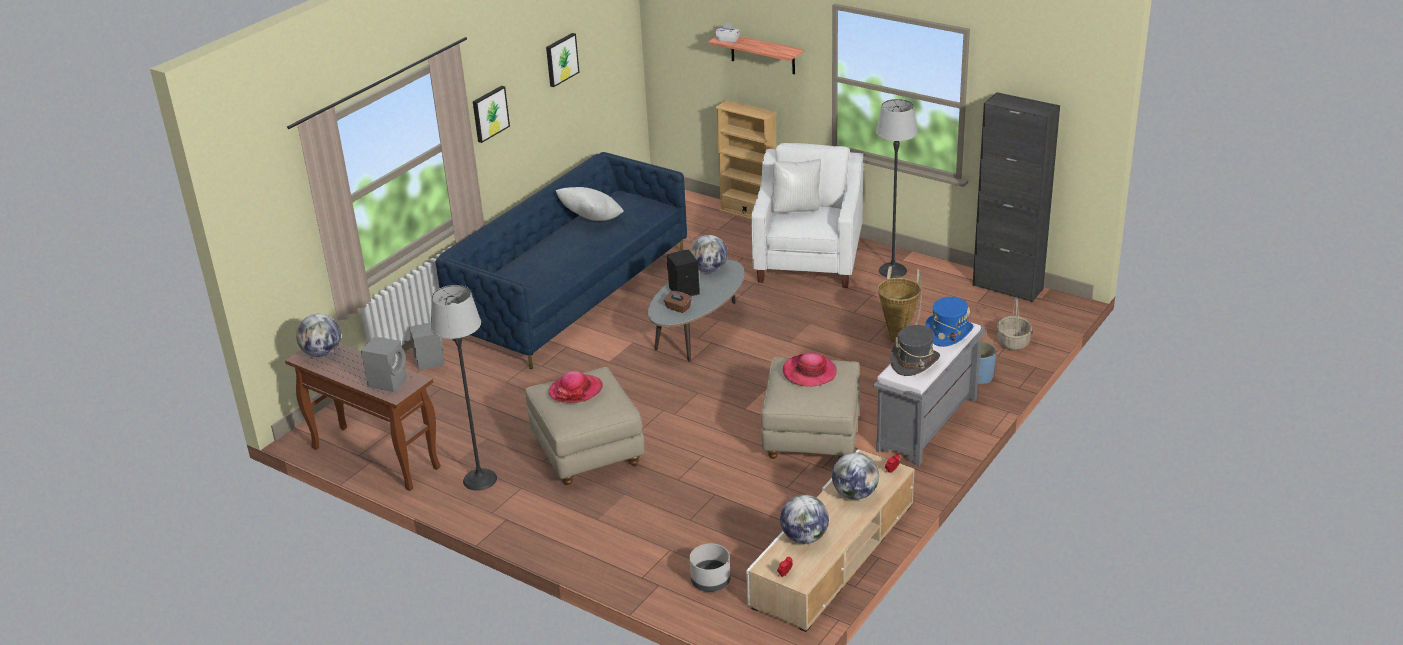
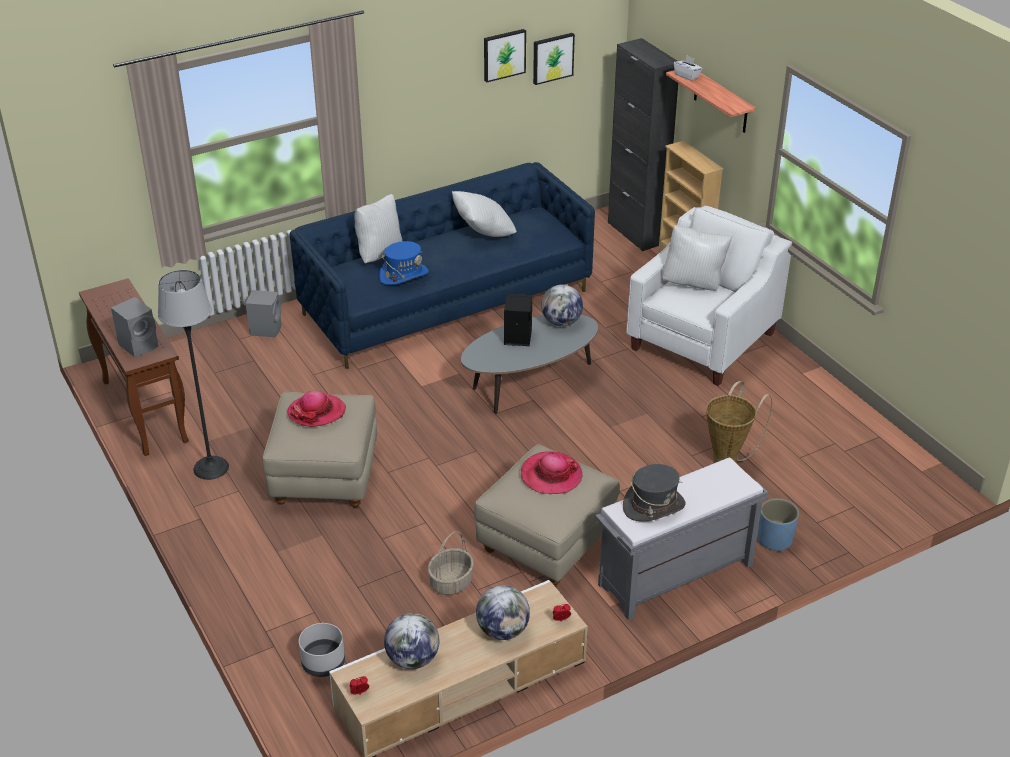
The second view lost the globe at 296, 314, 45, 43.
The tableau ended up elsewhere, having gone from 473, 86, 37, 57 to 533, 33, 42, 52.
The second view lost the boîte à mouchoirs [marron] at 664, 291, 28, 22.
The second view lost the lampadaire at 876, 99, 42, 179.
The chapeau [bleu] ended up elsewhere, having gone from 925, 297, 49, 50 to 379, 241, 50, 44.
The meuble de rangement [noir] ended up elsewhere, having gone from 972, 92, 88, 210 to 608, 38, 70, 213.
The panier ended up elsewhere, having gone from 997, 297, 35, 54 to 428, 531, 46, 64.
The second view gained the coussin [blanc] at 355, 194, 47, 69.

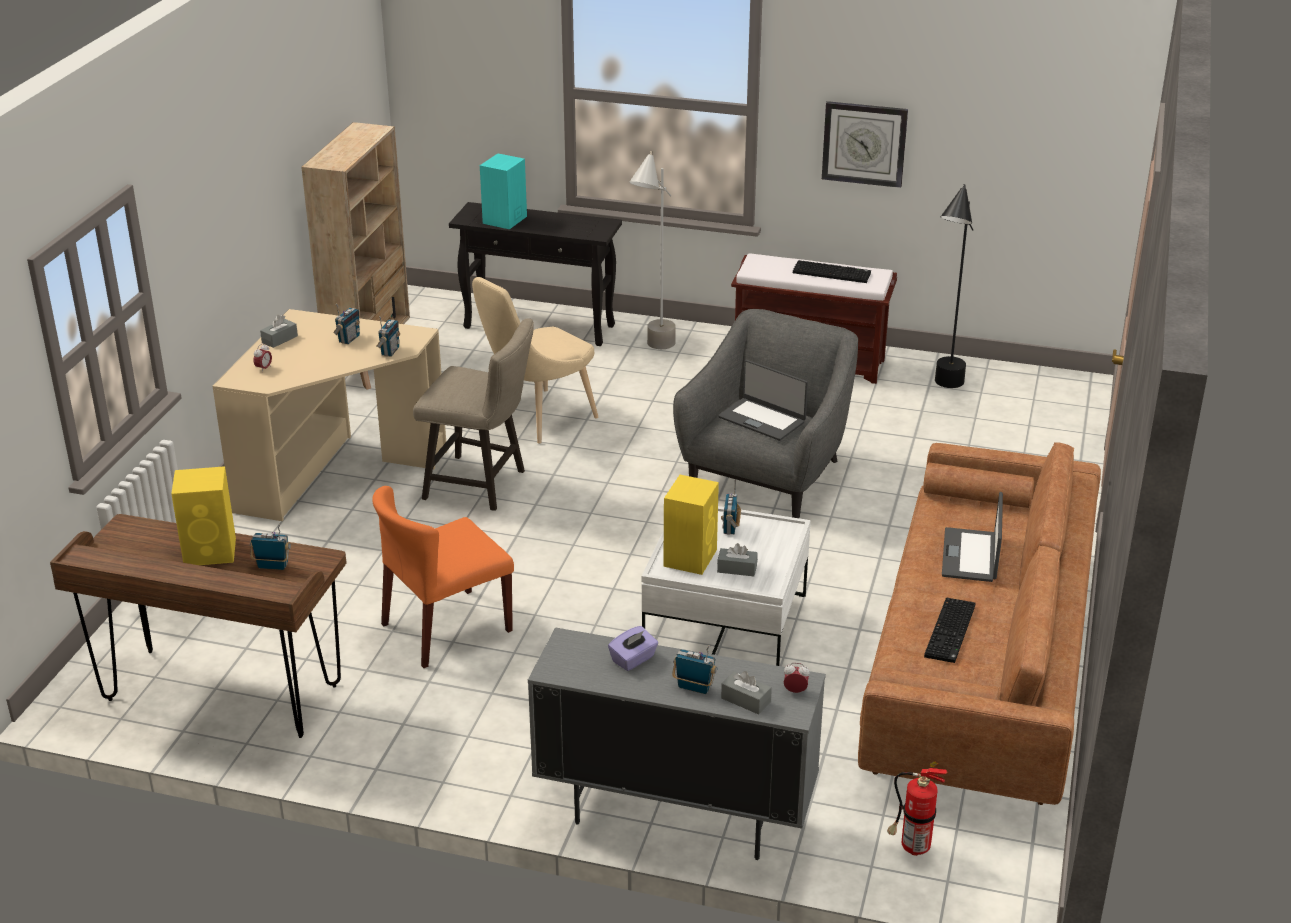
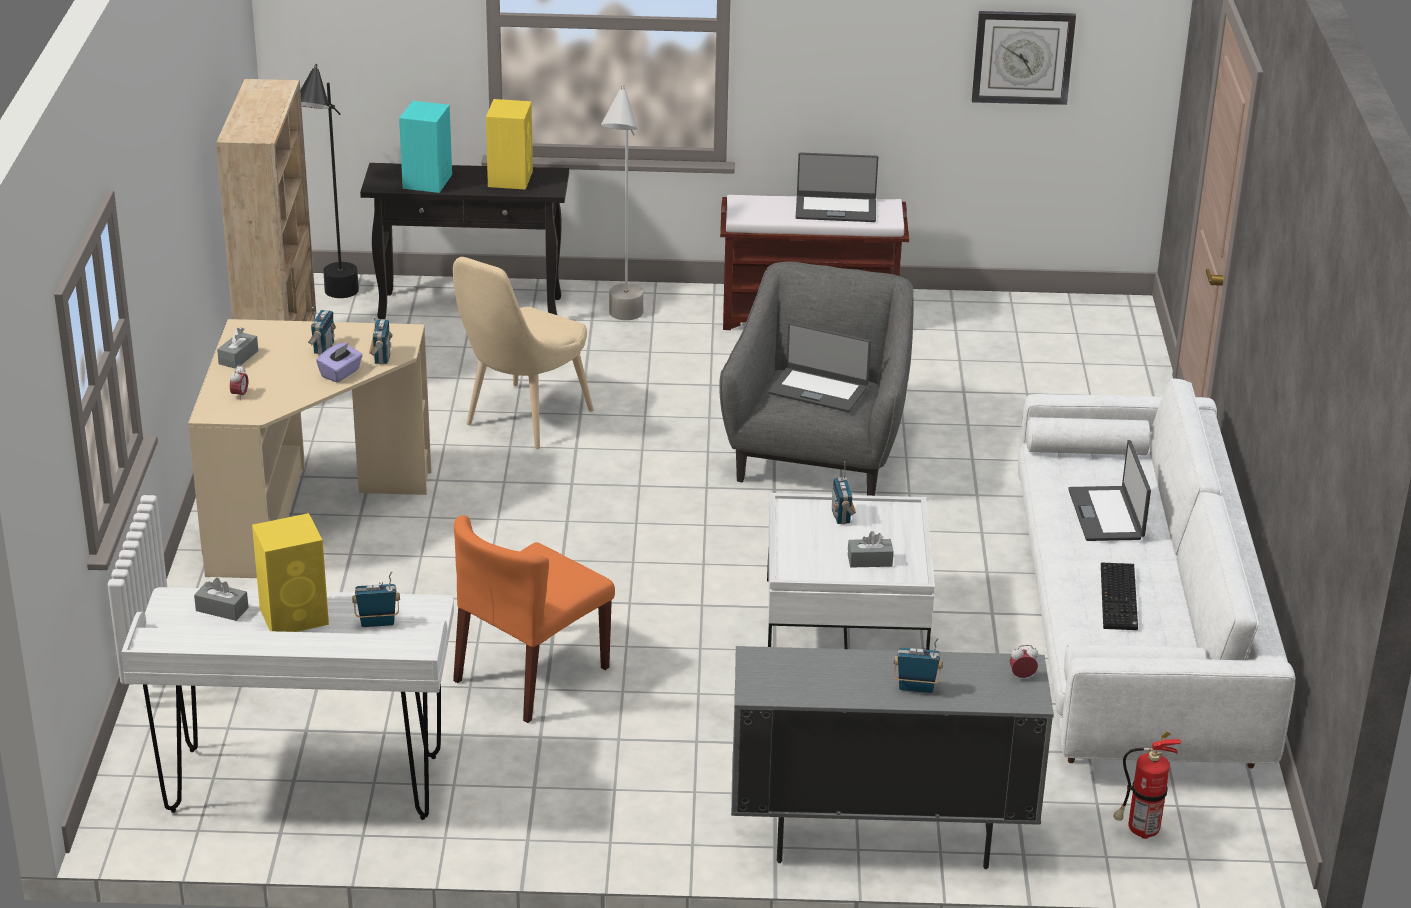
What was the bureau [marron] at 50, 514, 297, 224 turned into the bureau [blanc] at 122, 587, 332, 233.
The second view lost the tabouret [beige] at 413, 319, 121, 192.
The boîte à mouchoirs [violet] ended up elsewhere, having gone from 608, 626, 50, 45 to 316, 342, 47, 40.
The enceinte [jaune] ended up elsewhere, having gone from 663, 475, 56, 100 to 486, 99, 47, 91.
The boîte à mouchoirs [gris] ended up elsewhere, having gone from 721, 671, 51, 44 to 194, 578, 55, 43.
Where the clavier stood at 793, 260, 78, 23, the ordinateur portable came to stand at 796, 152, 82, 70.
The horloge murale ended up elsewhere, having gone from 822, 101, 86, 87 to 972, 11, 104, 94.
What was the canapé [marron] at 858, 442, 243, 363 turned into the canapé [blanc] at 1018, 378, 277, 390.
The lampadaire [noir] ended up elsewhere, having gone from 935, 184, 38, 204 to 300, 64, 59, 234.

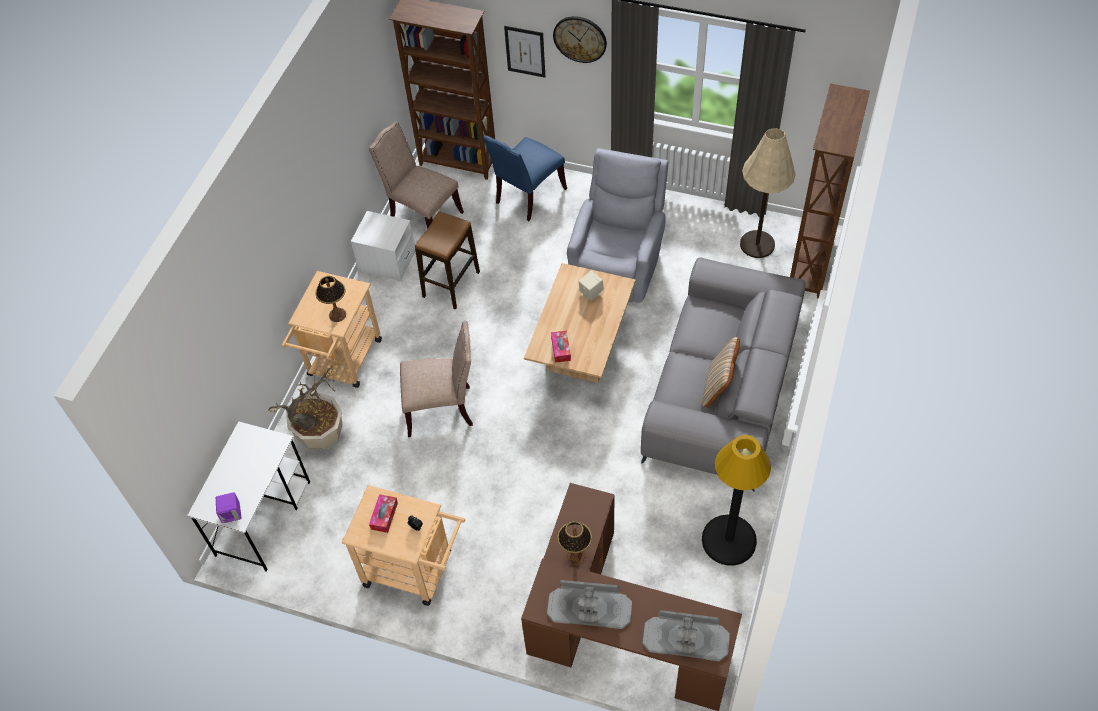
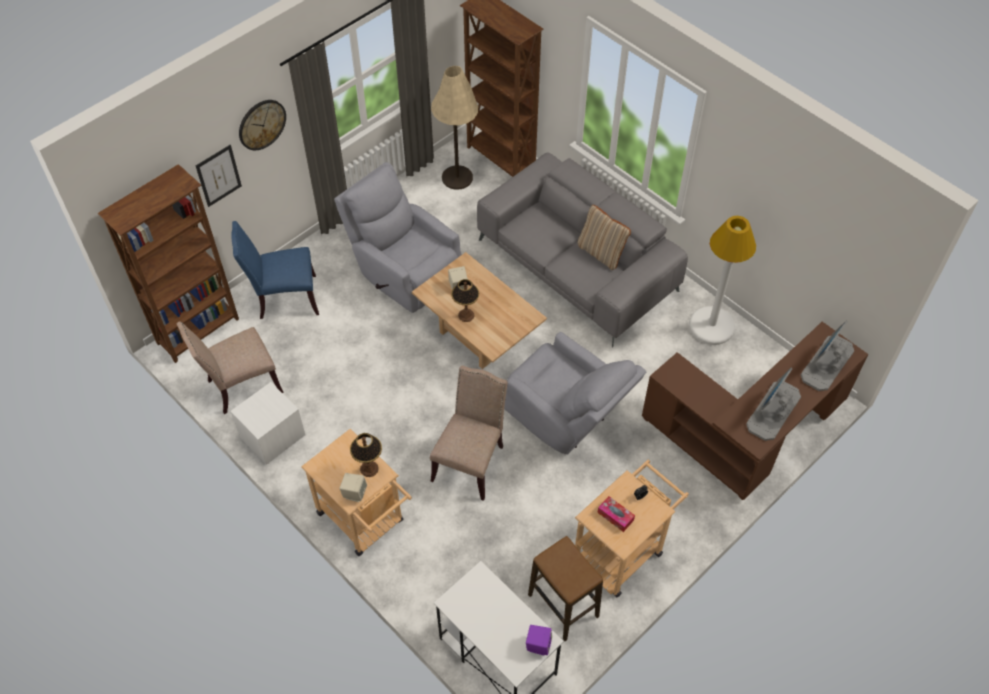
The second view lost the plante en pot at 268, 366, 74, 83.
The tabouret ended up elsewhere, having gone from 415, 211, 65, 99 to 528, 536, 75, 105.
The chaise [bleu] at 483, 135, 84, 86 ended up facing another way, 105 degrees clockwise from before.
The second view lost the boîte à mouchoirs at 551, 331, 20, 32.
The lampe de table ended up elsewhere, having gone from 557, 521, 35, 45 to 451, 279, 28, 43.
What was the lampadaire [noir] at 702, 435, 69, 131 turned into the lampadaire [blanc] at 689, 216, 67, 129.
The second view gained the enceinte [beige] at 339, 473, 28, 29.
The second view gained the fauteuil [gris] at 504, 332, 142, 123.

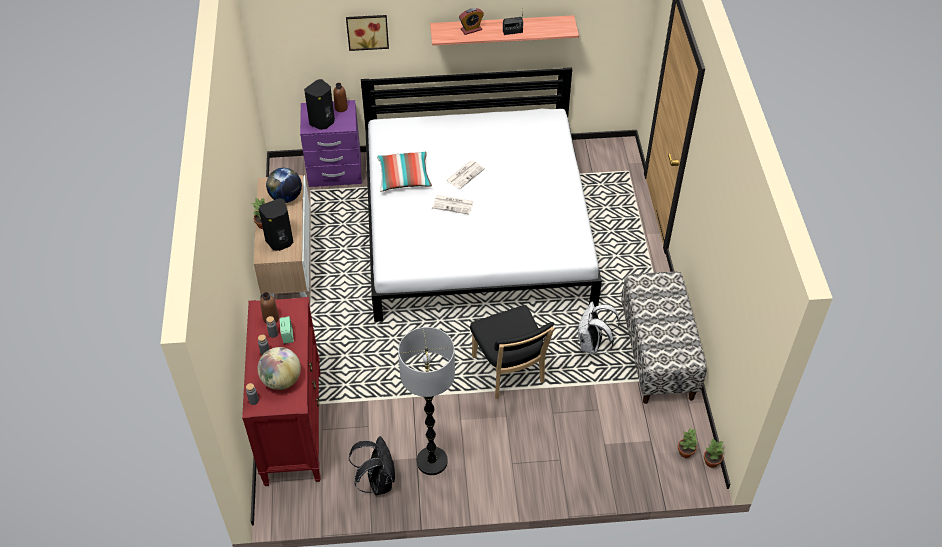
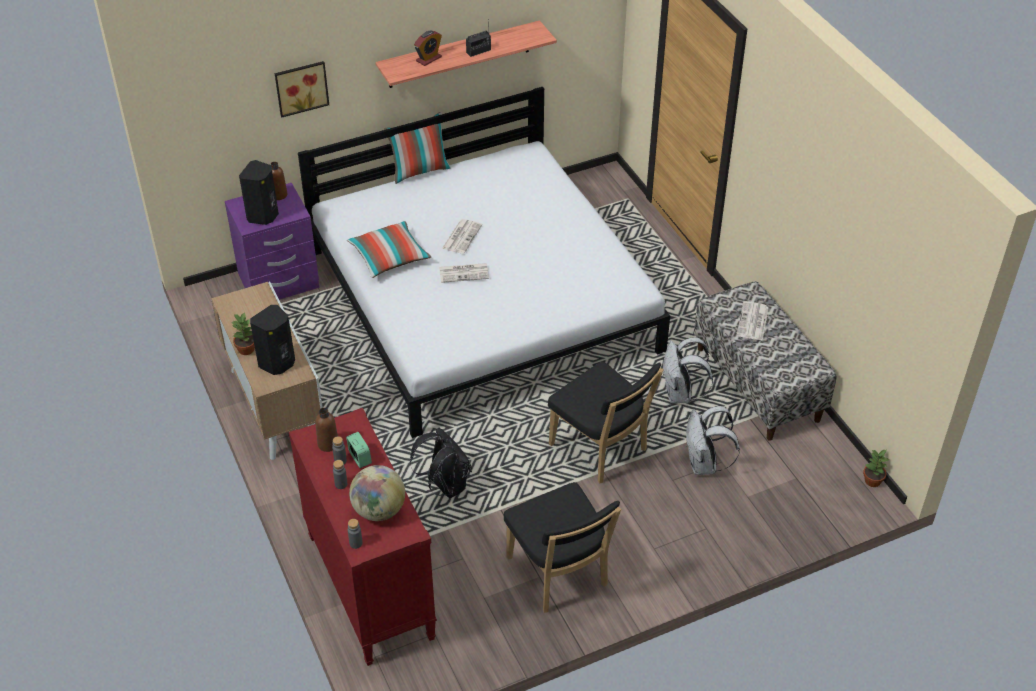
The second view lost the globe at 266, 168, 36, 35.
The sac à dos [noir] ended up elsewhere, having gone from 349, 436, 46, 59 to 409, 428, 63, 70.
Where the lampadaire stood at 398, 327, 57, 148, the chaise [noir] came to stand at 504, 482, 117, 131.
The second view lost the plante en pot at 678, 428, 19, 30.
The second view gained the coussin at 384, 112, 67, 72.
The second view gained the sac à dos [blanc] at 686, 406, 54, 69.
The second view gained the journal at 737, 301, 32, 39.

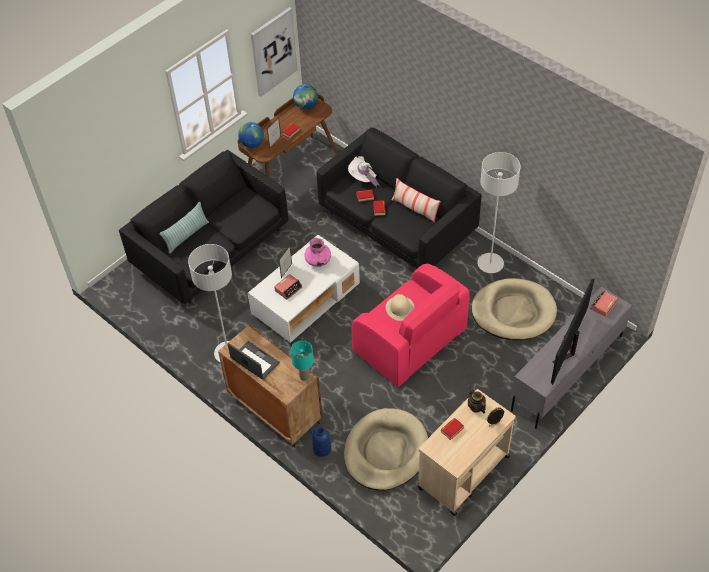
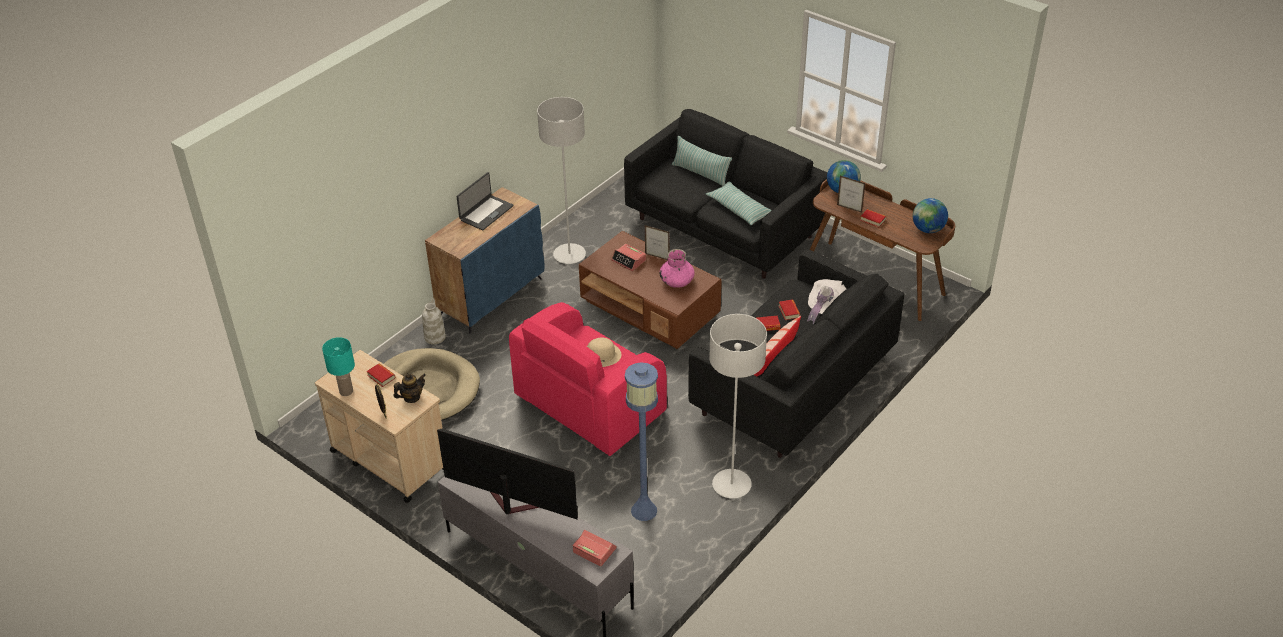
What was the meuble de rangement [marron] at 218, 324, 104, 123 turned into the meuble de rangement [bleu] at 425, 187, 120, 147.
What was the table basse [blanc] at 248, 235, 112, 108 turned into the table basse [marron] at 579, 231, 143, 118.
The second view lost the tableau at 251, 7, 47, 90.
The lampe de table [turquoise] ended up elsewhere, having gone from 291, 340, 23, 41 to 322, 337, 33, 59.
What was the vase [bleu] at 310, 427, 21, 30 turned into the vase [blanc] at 422, 298, 24, 47.
Where the panier pour chien [beige] stood at 472, 278, 85, 62, the lampadaire [bleu] came to stand at 625, 362, 33, 159.
The second view gained the coussin at 706, 181, 66, 44.

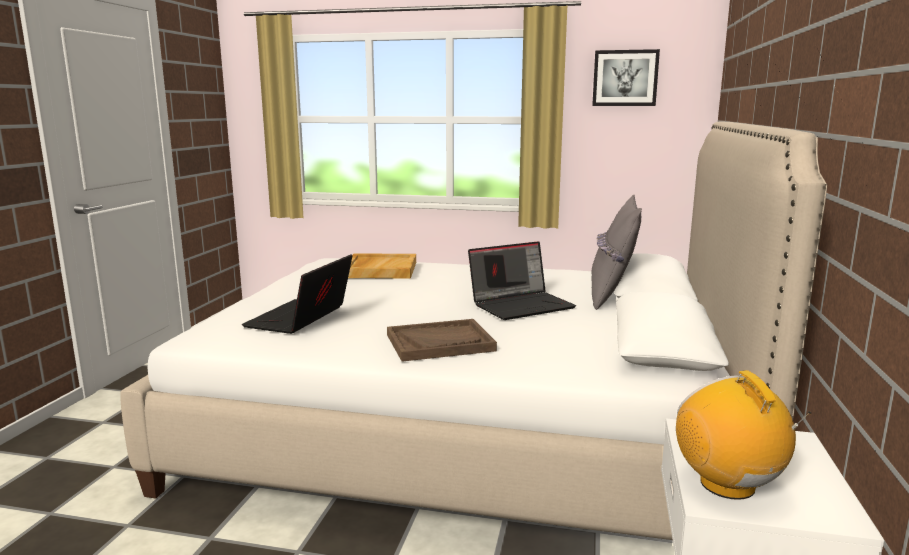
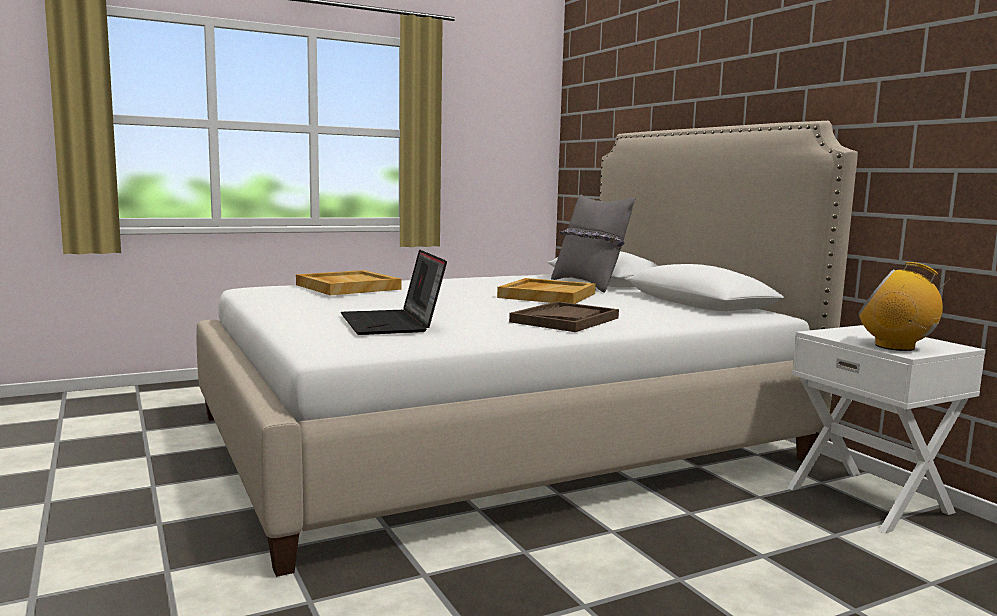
Where the ordinateur portable stood at 468, 241, 108, 79, the plateau [beige] came to stand at 497, 278, 99, 26.
The second view lost the tableau at 592, 49, 68, 57.

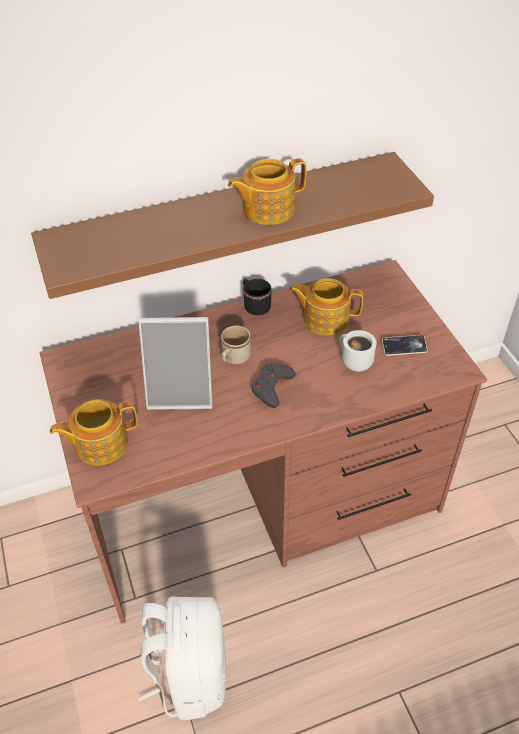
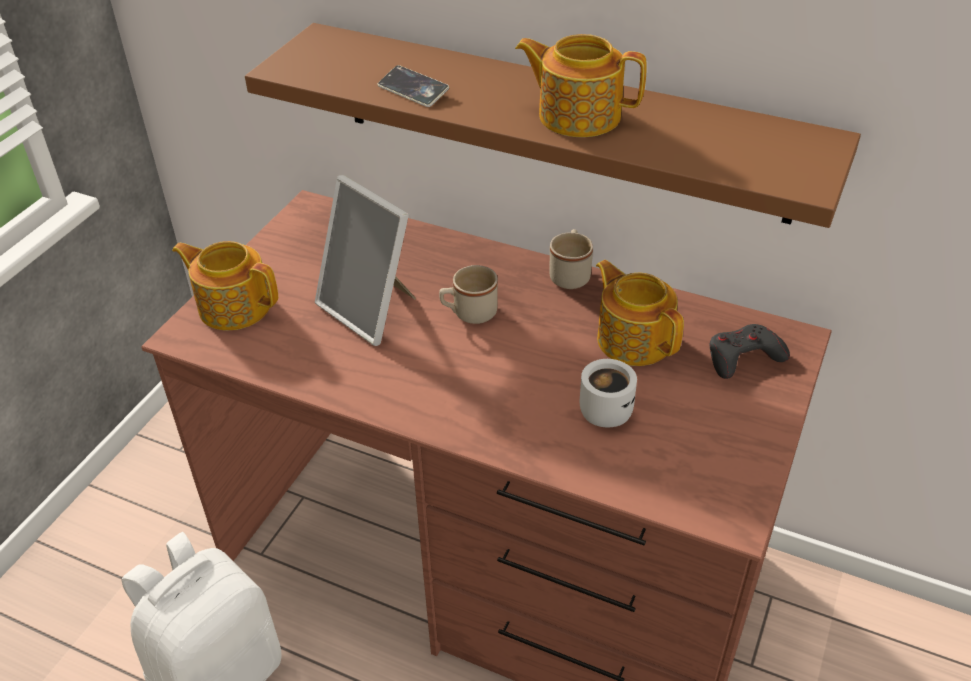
What was the mug [noir] at 243, 278, 28, 37 turned into the mug [beige] at 549, 229, 44, 60.
The manette [gris] ended up elsewhere, having gone from 251, 363, 45, 45 to 710, 324, 80, 55.
The téléphone ended up elsewhere, having gone from 382, 335, 45, 21 to 378, 65, 71, 42.

